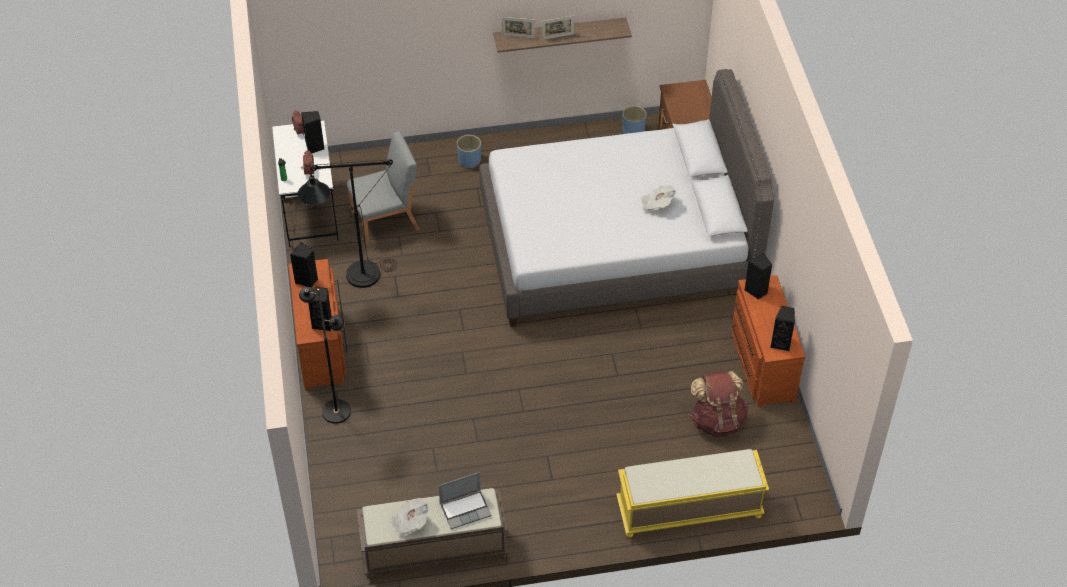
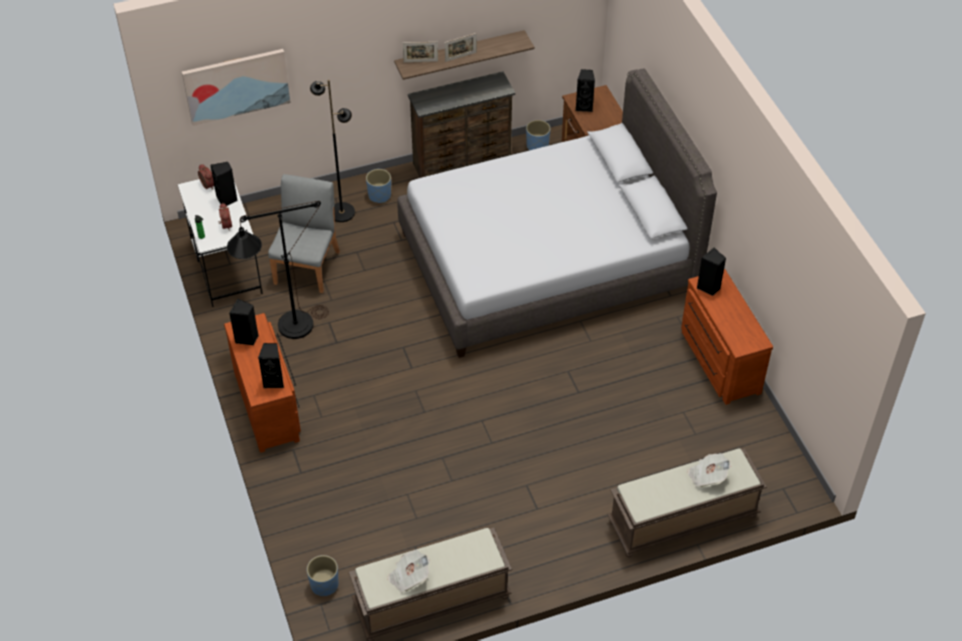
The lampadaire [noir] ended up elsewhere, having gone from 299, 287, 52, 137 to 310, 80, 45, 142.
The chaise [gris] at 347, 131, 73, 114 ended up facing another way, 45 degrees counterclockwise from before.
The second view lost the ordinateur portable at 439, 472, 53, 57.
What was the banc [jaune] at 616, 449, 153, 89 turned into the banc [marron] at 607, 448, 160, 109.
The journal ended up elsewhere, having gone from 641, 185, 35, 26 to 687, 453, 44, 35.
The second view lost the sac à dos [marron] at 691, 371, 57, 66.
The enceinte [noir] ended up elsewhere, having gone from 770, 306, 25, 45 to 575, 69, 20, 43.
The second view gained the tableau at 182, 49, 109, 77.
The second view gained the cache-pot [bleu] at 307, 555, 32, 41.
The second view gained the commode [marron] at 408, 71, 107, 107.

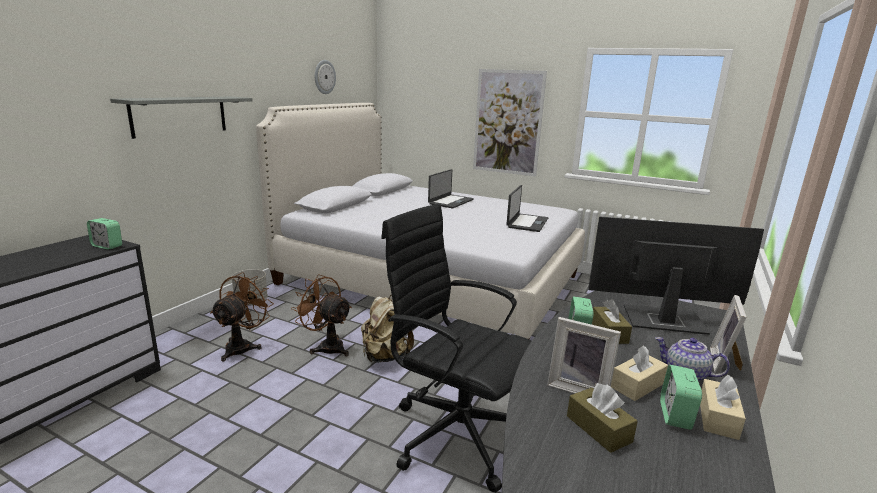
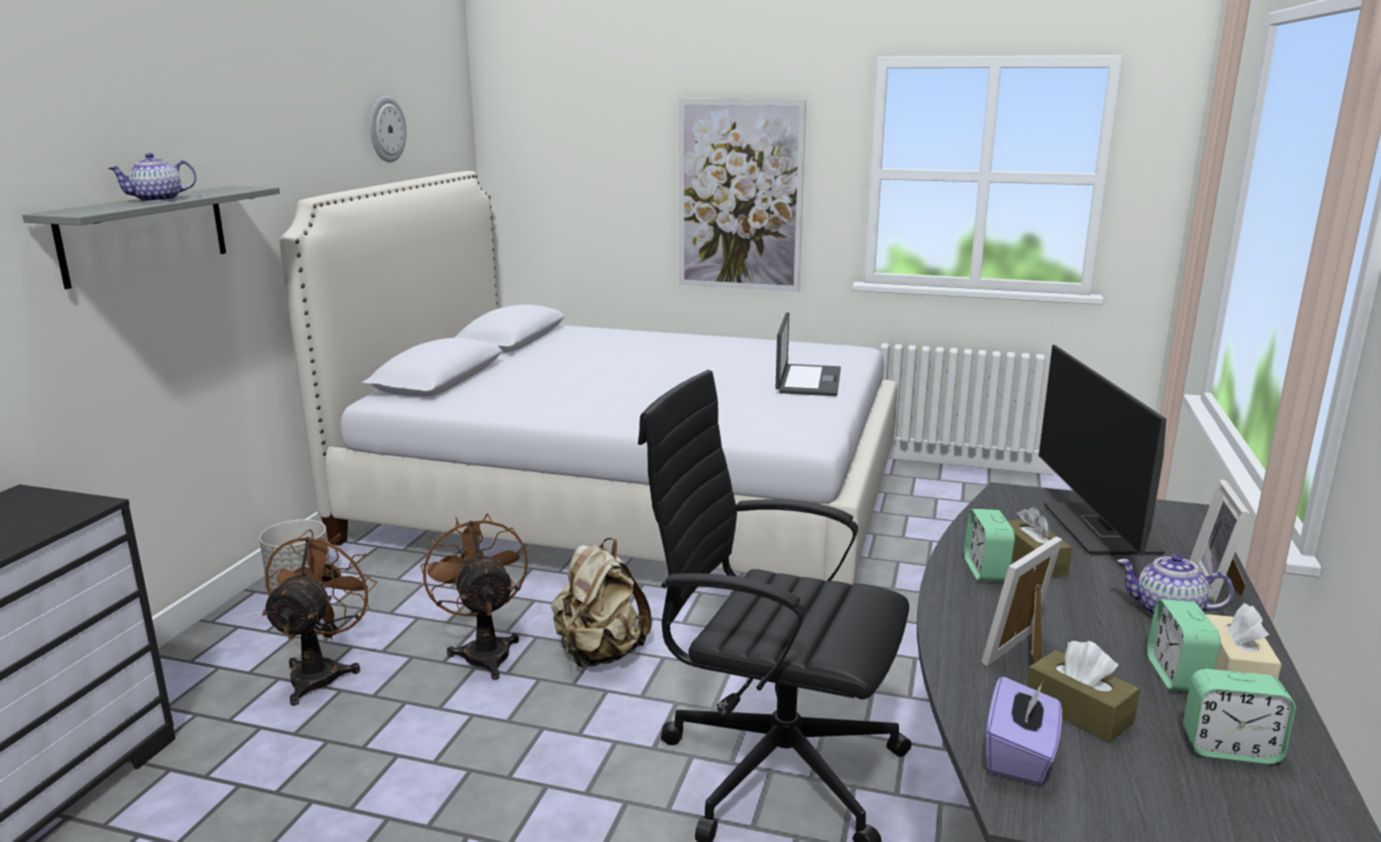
The réveil ended up elsewhere, having gone from 87, 218, 35, 31 to 1183, 669, 113, 95.
The ventilateur [marron] at 291, 275, 61, 81 ended up facing another way, 45 degrees clockwise from before.
The second view lost the ordinateur portable at 428, 169, 46, 39.
The cadre photo at 547, 317, 74, 77 ended up facing another way, 120 degrees clockwise from before.
The écran d'ordinateur at 588, 216, 176, 119 ended up facing another way, 90 degrees counterclockwise from before.
The second view lost the boîte à mouchoirs [beige] at 611, 345, 57, 56.
The second view gained the théière at 108, 153, 88, 49.
The second view gained the boîte à mouchoirs [violet] at 986, 676, 76, 109.

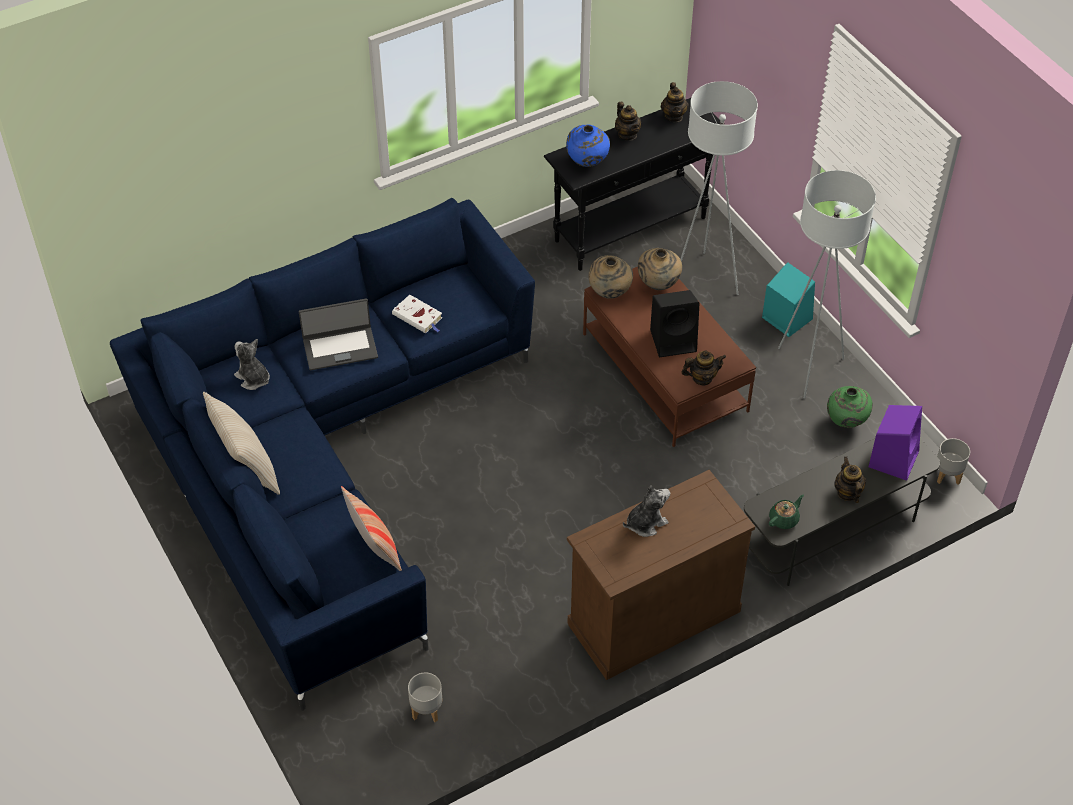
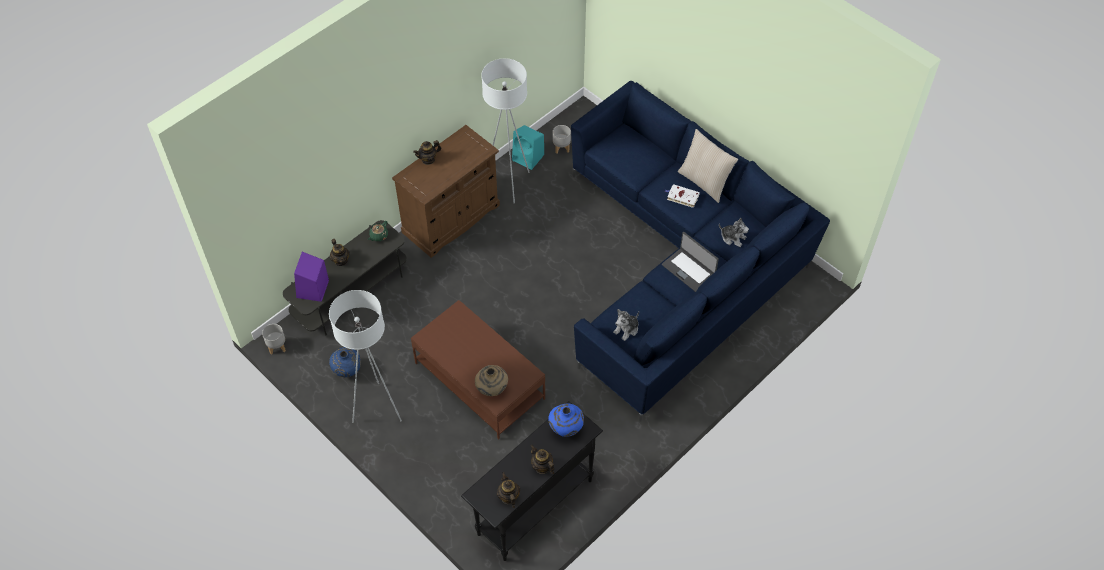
The ordinateur portable at 299, 298, 79, 72 ended up facing another way, 105 degrees counterclockwise from before.
The second view lost the coussin at 341, 486, 61, 85.
The livre [blanc] ended up elsewhere, having gone from 392, 295, 50, 38 to 665, 184, 35, 24.
The second view lost the vase [beige] at 588, 255, 45, 44.
The peluche ended up elsewhere, having gone from 623, 485, 47, 52 to 613, 309, 26, 32.
The second view lost the enceinte [noir] at 650, 290, 50, 67.
The lampadaire [blanc] ended up elsewhere, having gone from 680, 81, 78, 214 to 481, 58, 49, 145.
The théière ended up elsewhere, having gone from 681, 350, 45, 36 to 413, 140, 28, 25.
The enceinte [turquoise] ended up elsewhere, having gone from 762, 262, 53, 75 to 512, 125, 32, 45.
What was the vase [vert] at 827, 386, 46, 42 turned into the vase [bleu] at 329, 347, 32, 30.

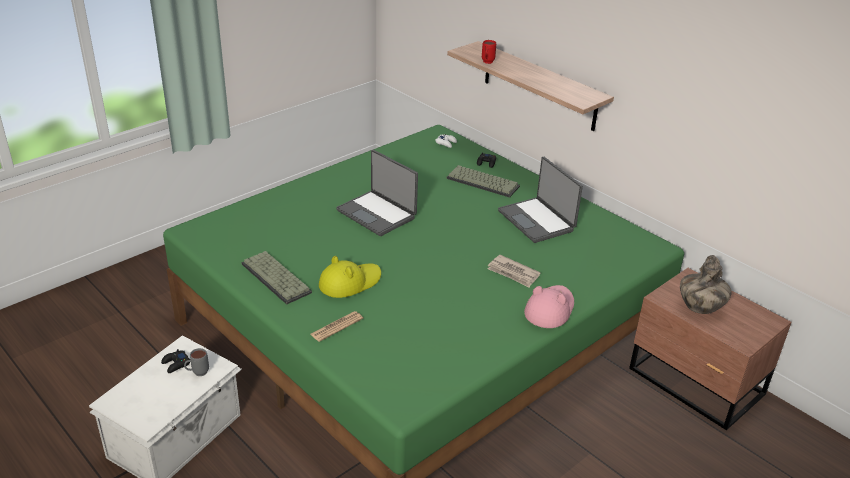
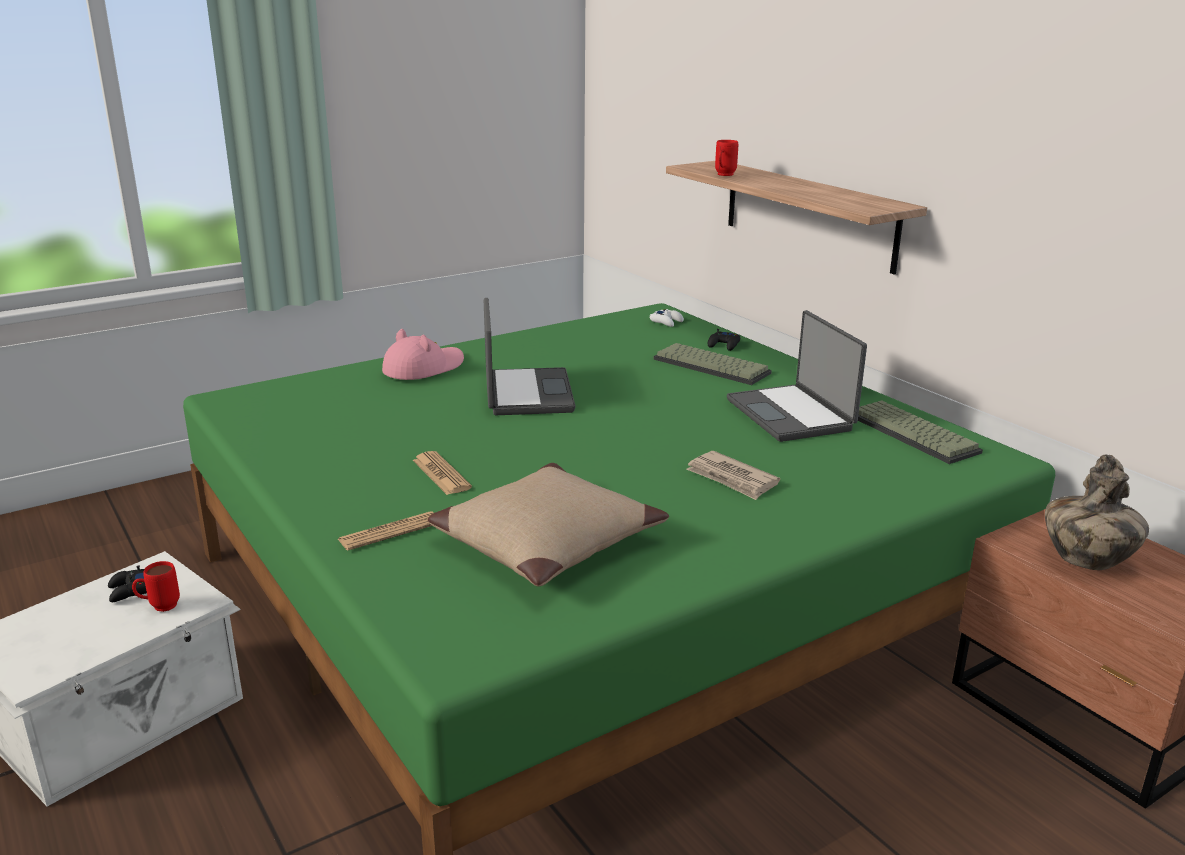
What was the mug [gris] at 184, 348, 25, 28 turned into the mug [rouge] at 132, 561, 48, 51.
The clavier ended up elsewhere, having gone from 241, 251, 71, 54 to 858, 400, 125, 64.
Where the chapeau [jaune] stood at 319, 256, 62, 42, the journal came to stand at 413, 451, 59, 44.
The ordinateur portable at 336, 150, 82, 86 ended up facing another way, 150 degrees counterclockwise from before.
The chapeau [rose] ended up elsewhere, having gone from 524, 285, 50, 43 to 382, 329, 82, 51.
The second view gained the coussin [beige] at 428, 463, 241, 124.

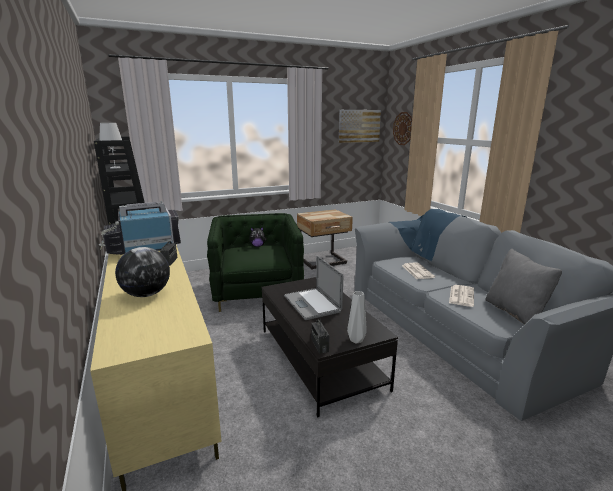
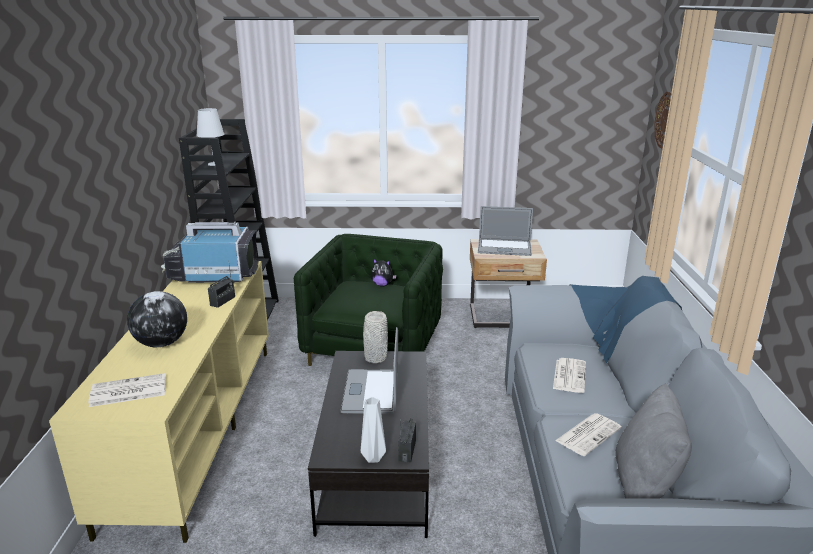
The radio ended up elsewhere, having gone from 311, 319, 18, 35 to 398, 417, 18, 46.
The second view lost the tableau at 339, 110, 42, 33.
The second view gained the journal at 89, 373, 77, 34.
The second view gained the vase [gris] at 363, 311, 25, 52.
The second view gained the ordinateur portable at 478, 206, 55, 50.

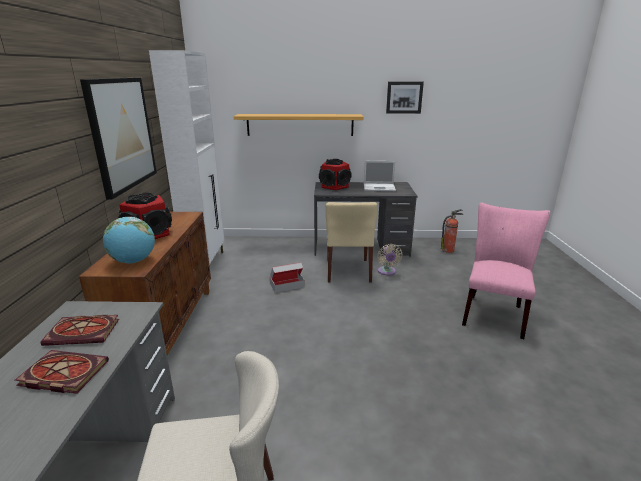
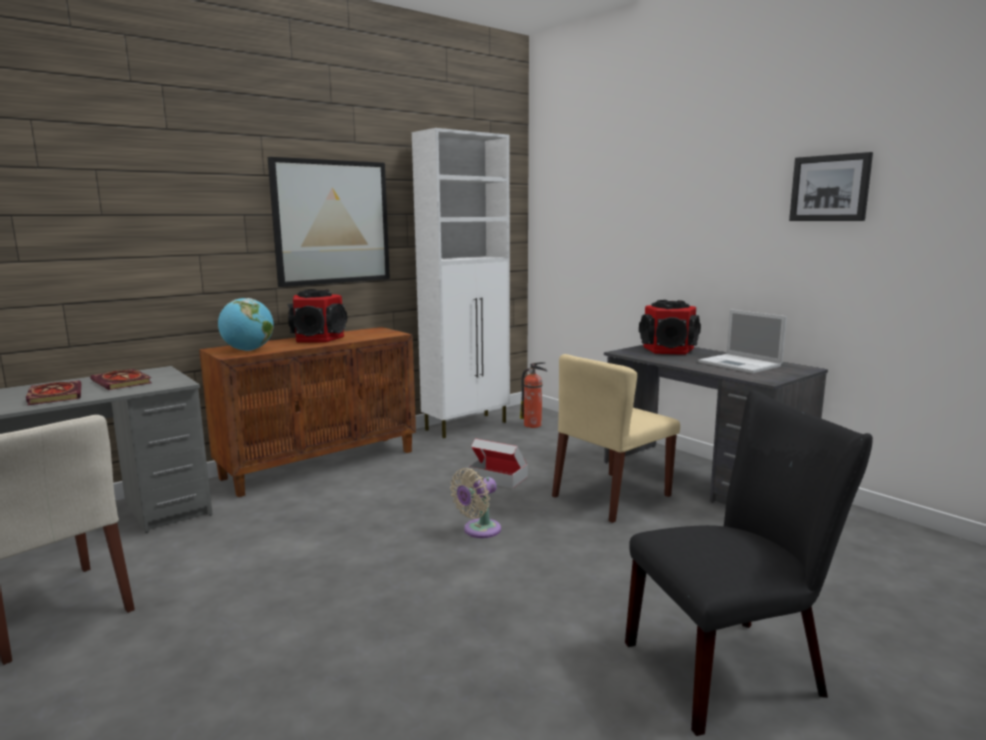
The second view lost the étagère at 234, 114, 129, 22.
The ventilateur [beige] ended up elsewhere, having gone from 378, 244, 24, 31 to 450, 468, 51, 70.
The extincteur ended up elsewhere, having gone from 441, 209, 23, 44 to 520, 362, 27, 66.
What was the chaise [rose] at 462, 202, 88, 137 turned into the chaise [noir] at 625, 390, 248, 346.

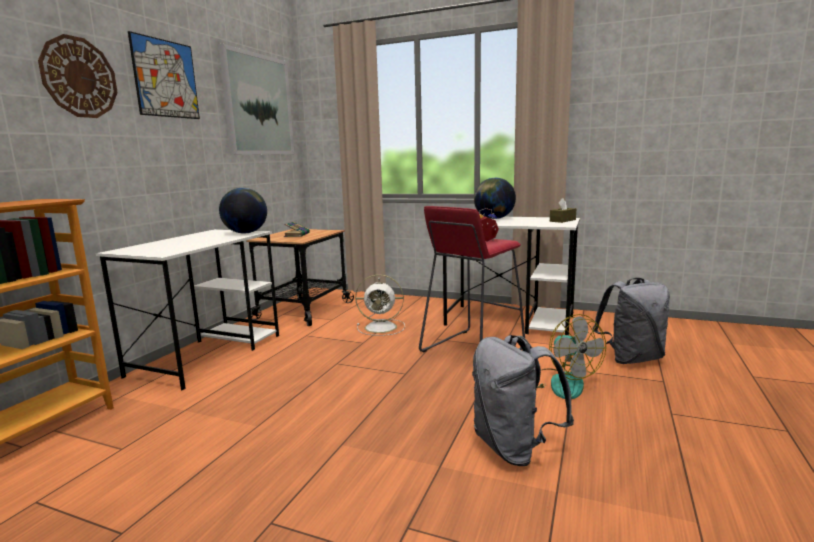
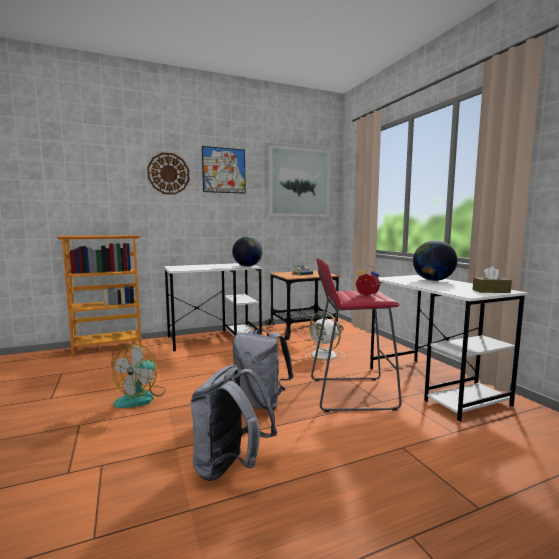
The ventilateur ended up elsewhere, having gone from 537, 314, 69, 85 to 112, 343, 54, 65.
The sac à dos [gris] ended up elsewhere, having gone from 593, 278, 77, 86 to 232, 329, 61, 81.

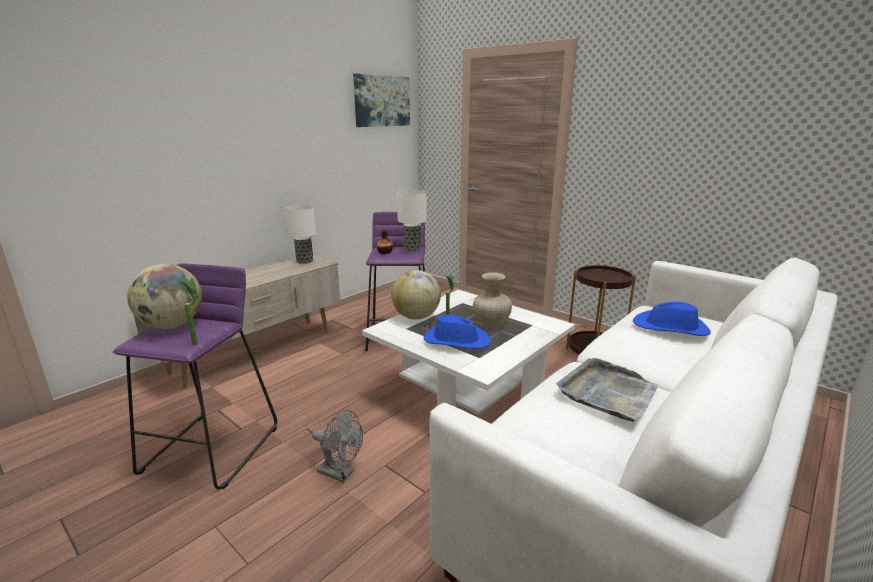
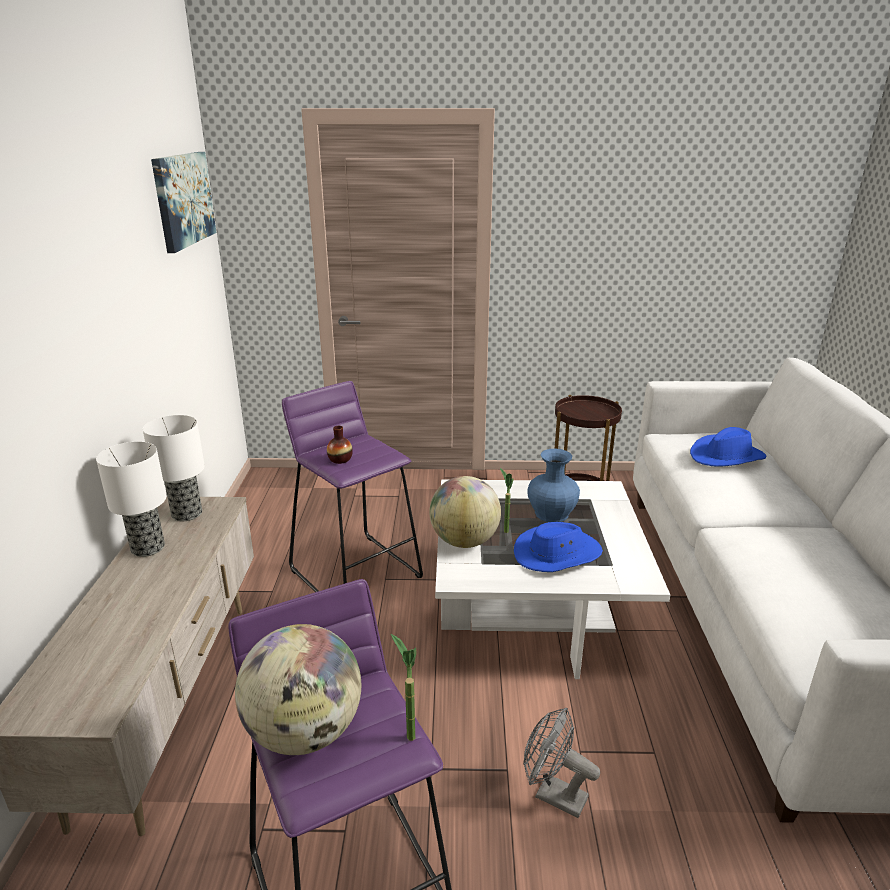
The ventilateur [gris] at 312, 410, 51, 72 ended up facing another way, 135 degrees counterclockwise from before.
The lampe de table ended up elsewhere, having gone from 397, 190, 30, 62 to 96, 442, 70, 115.
What was the vase [beige] at 473, 272, 39, 57 turned into the vase [bleu] at 527, 449, 53, 73.
The second view lost the plateau [gris] at 556, 358, 102, 64.

